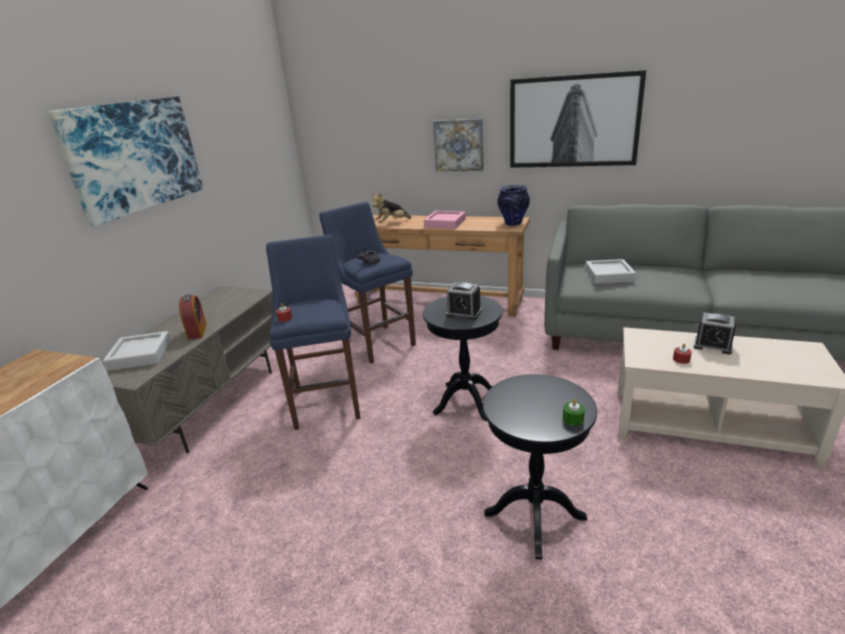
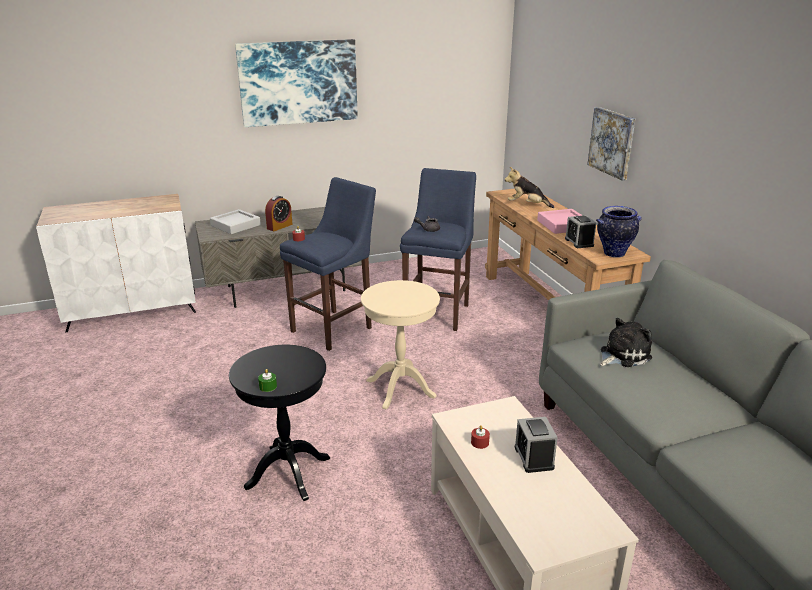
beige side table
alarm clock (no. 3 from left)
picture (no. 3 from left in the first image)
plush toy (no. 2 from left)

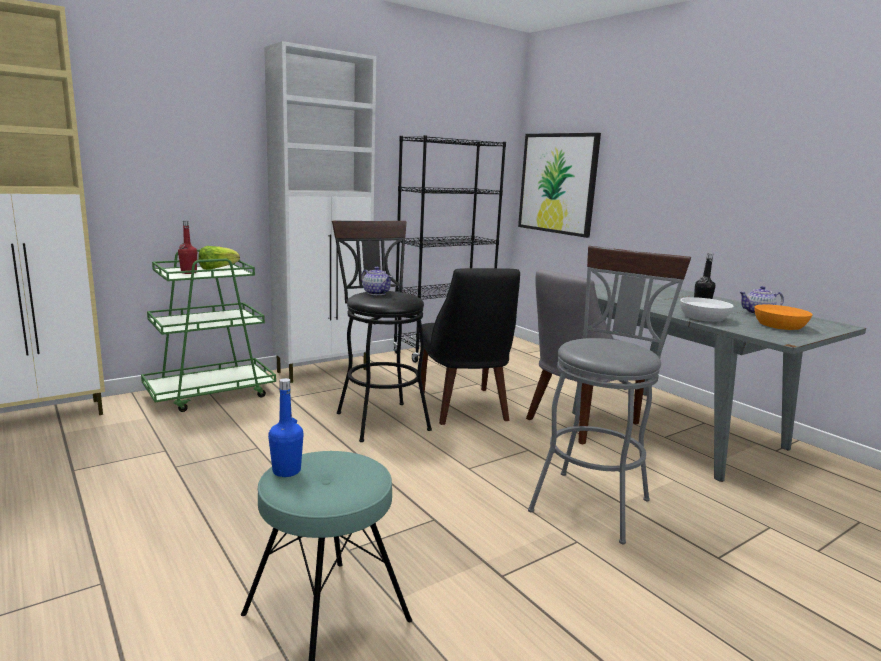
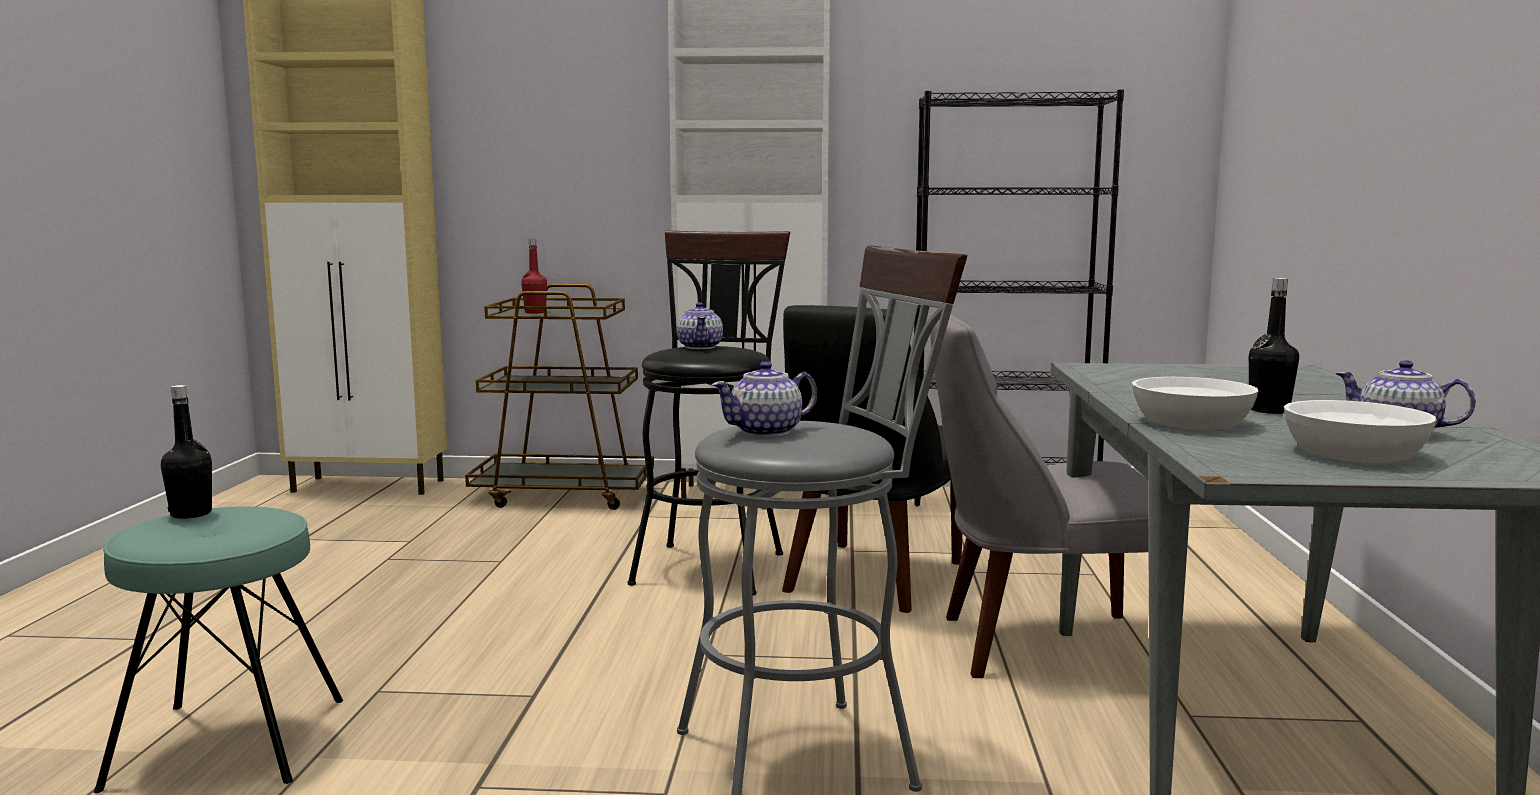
brown cart
lettuce
black bottle (no. 1 from left)
picture
white bowl (no. 2 from left)
teapot (no. 2 from left)

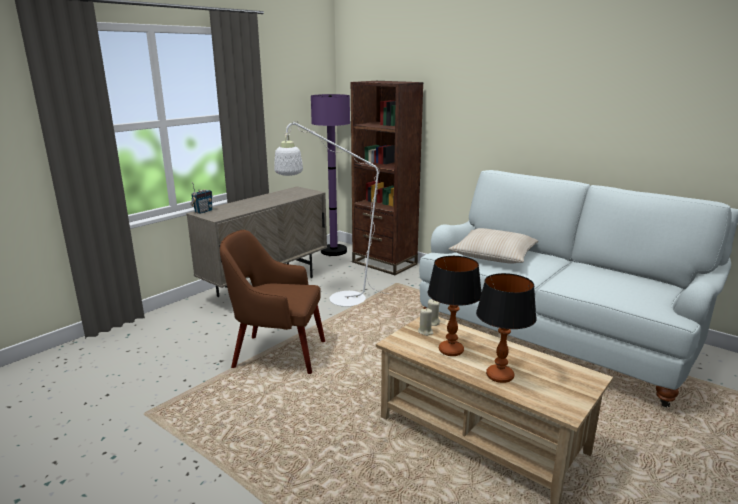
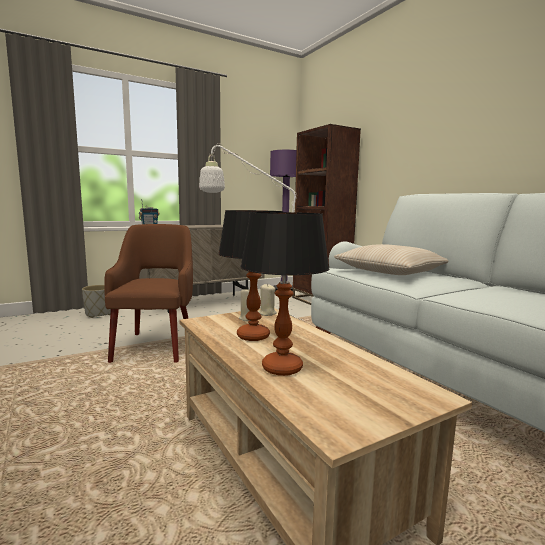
brown armchair
grey planter

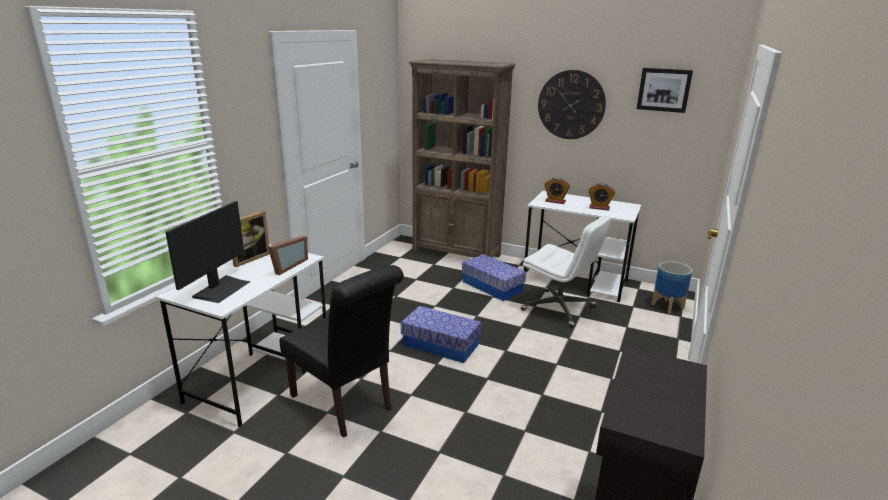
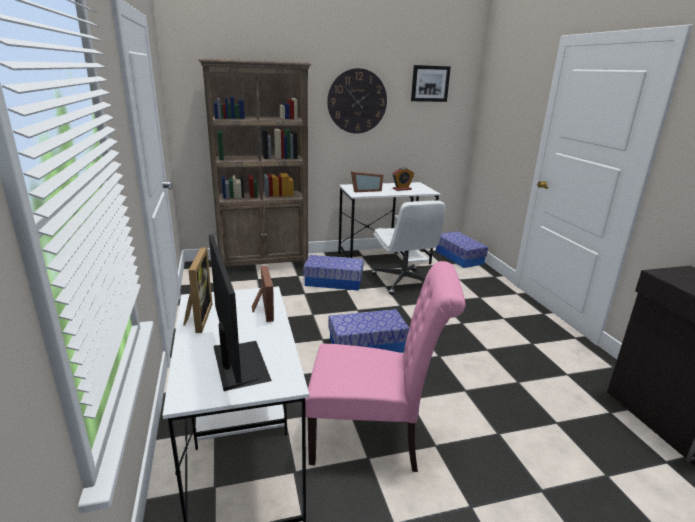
pink chair
white office chair
picture frame (no. 3 from left)
storage box (no. 3 from left)

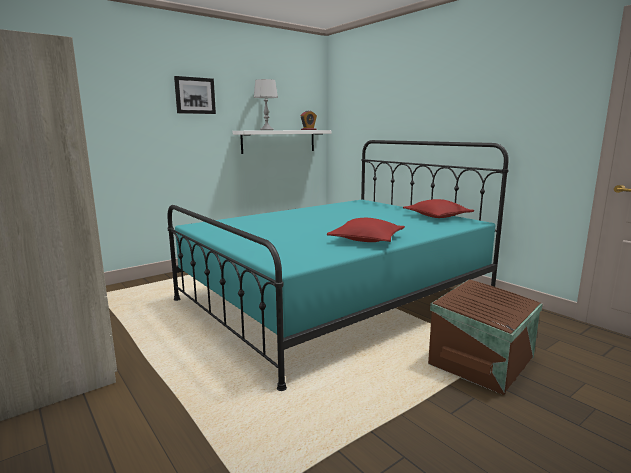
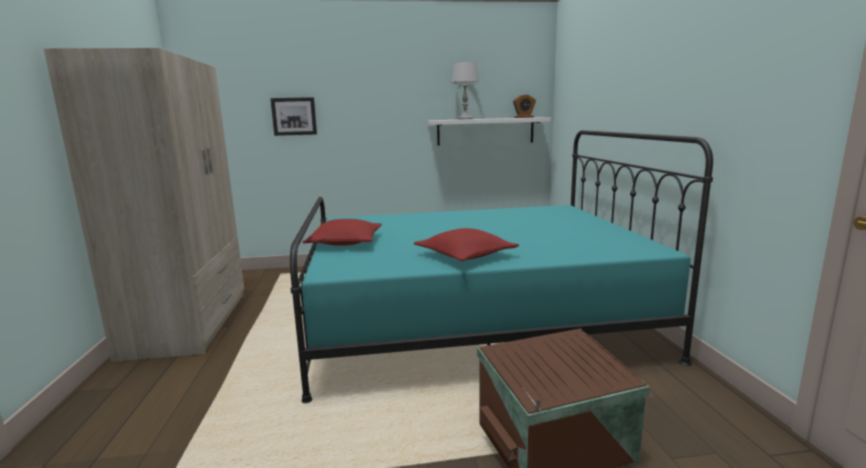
picture
red pillow (no. 1 from left)

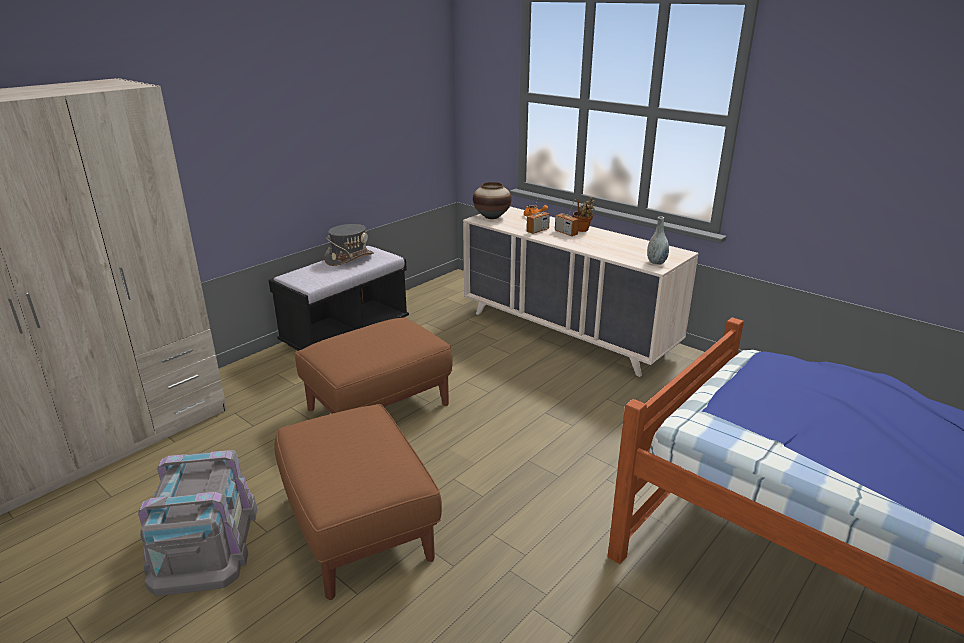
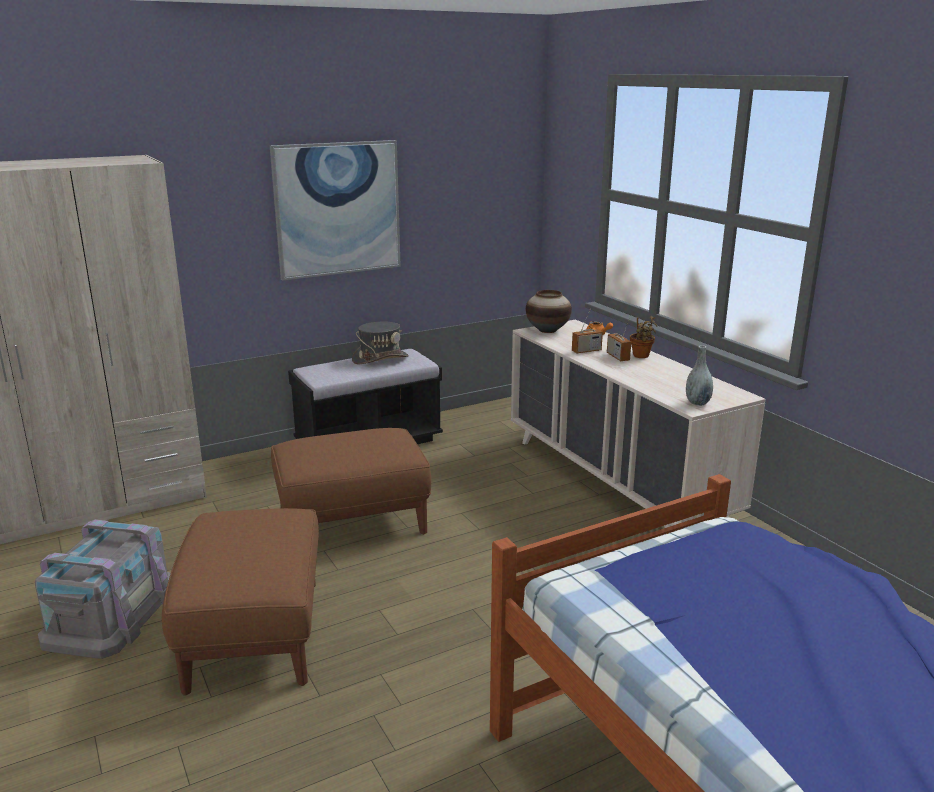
picture

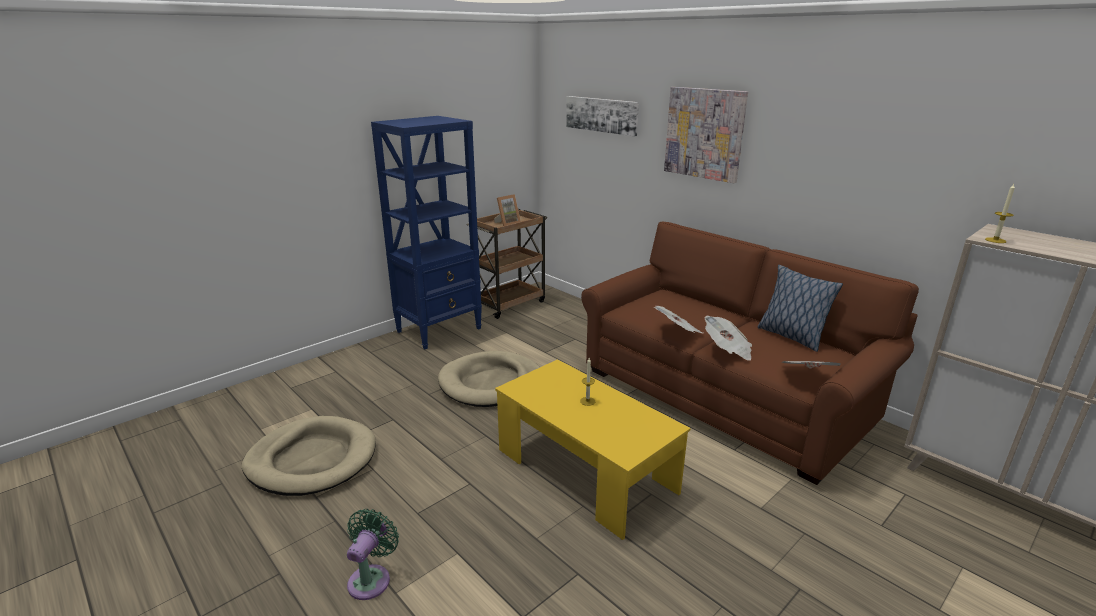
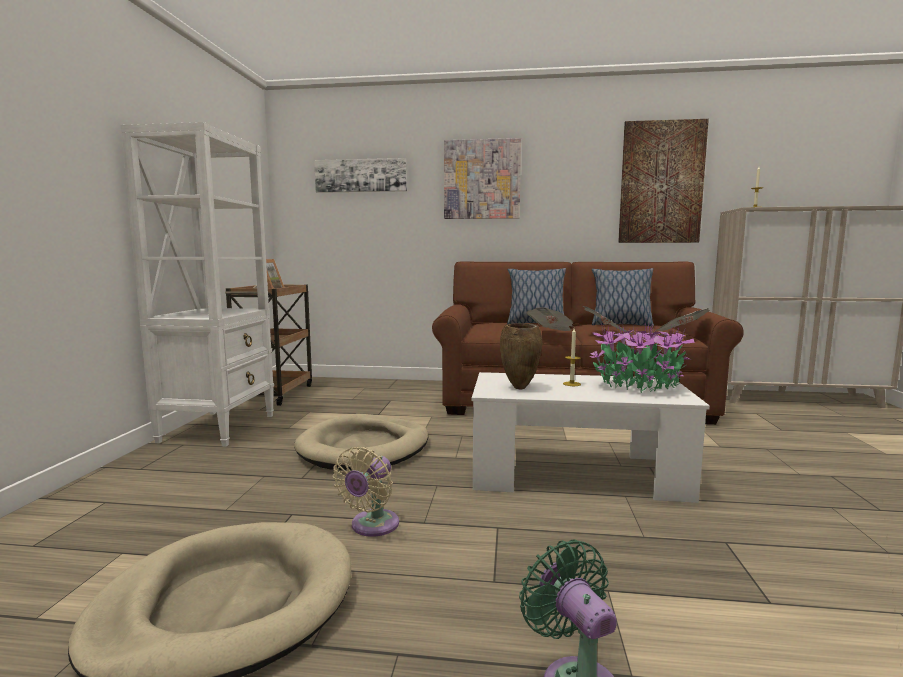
white bookcase
white coffee table
beige fan
brown vase
pillow (no. 1 from left)
potted plant
picture (no. 3 from left)

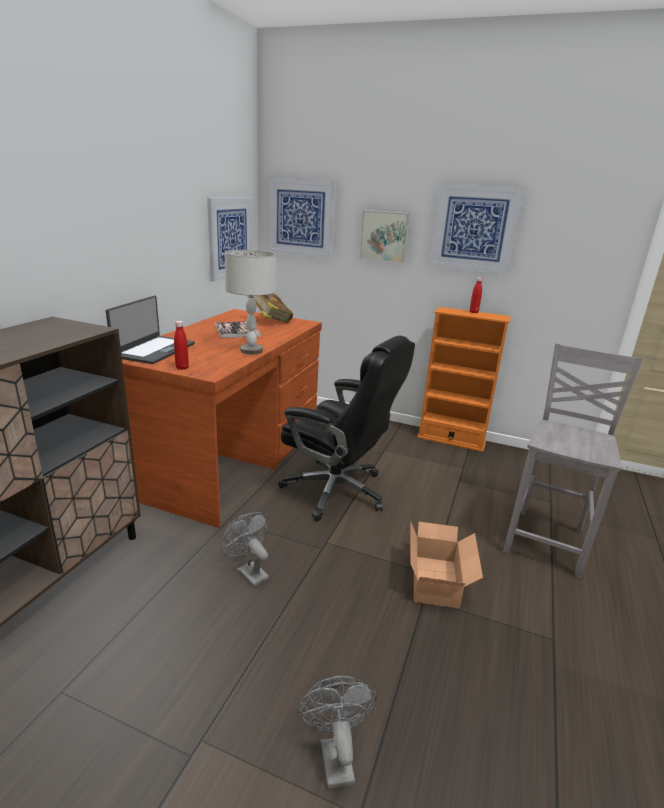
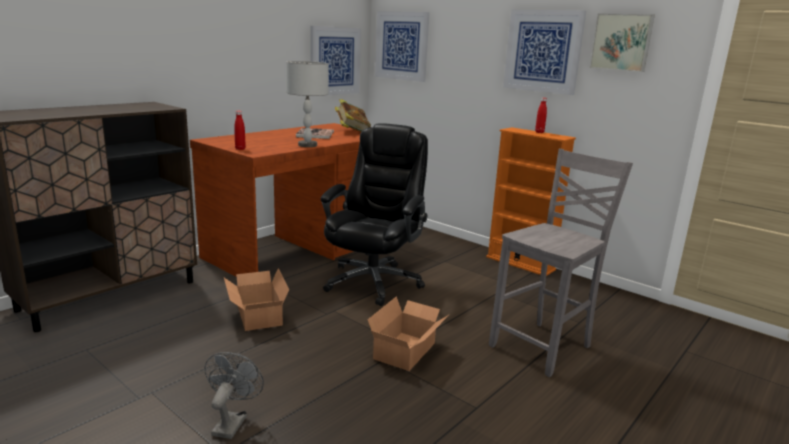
laptop
cardboard box (no. 1 from left)
black office chair
picture (no. 4 from left)

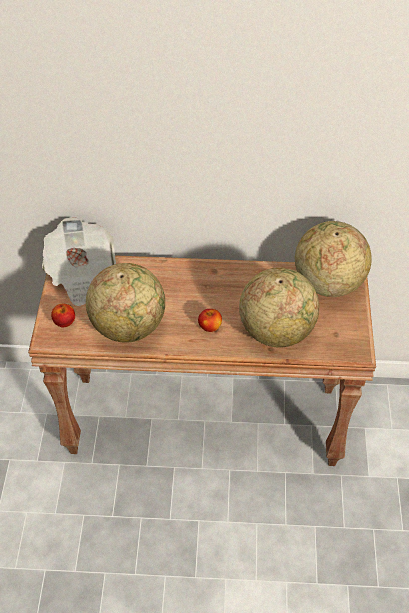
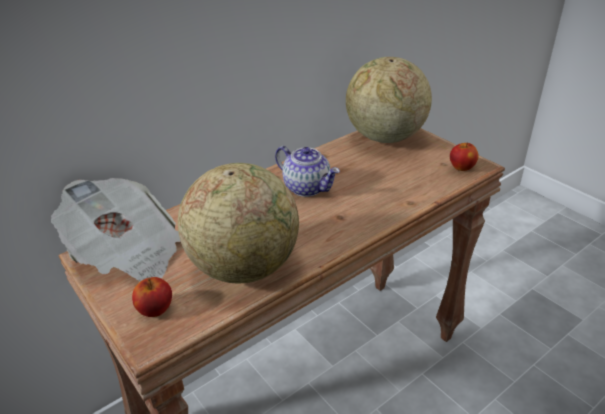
apple (no. 2 from left)
globe (no. 2 from left in the first image)
teapot

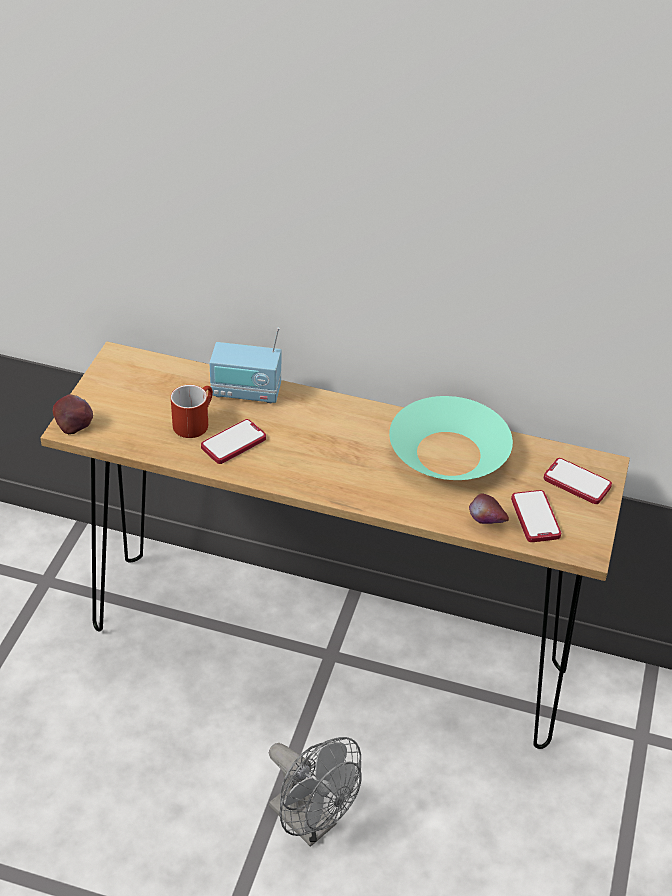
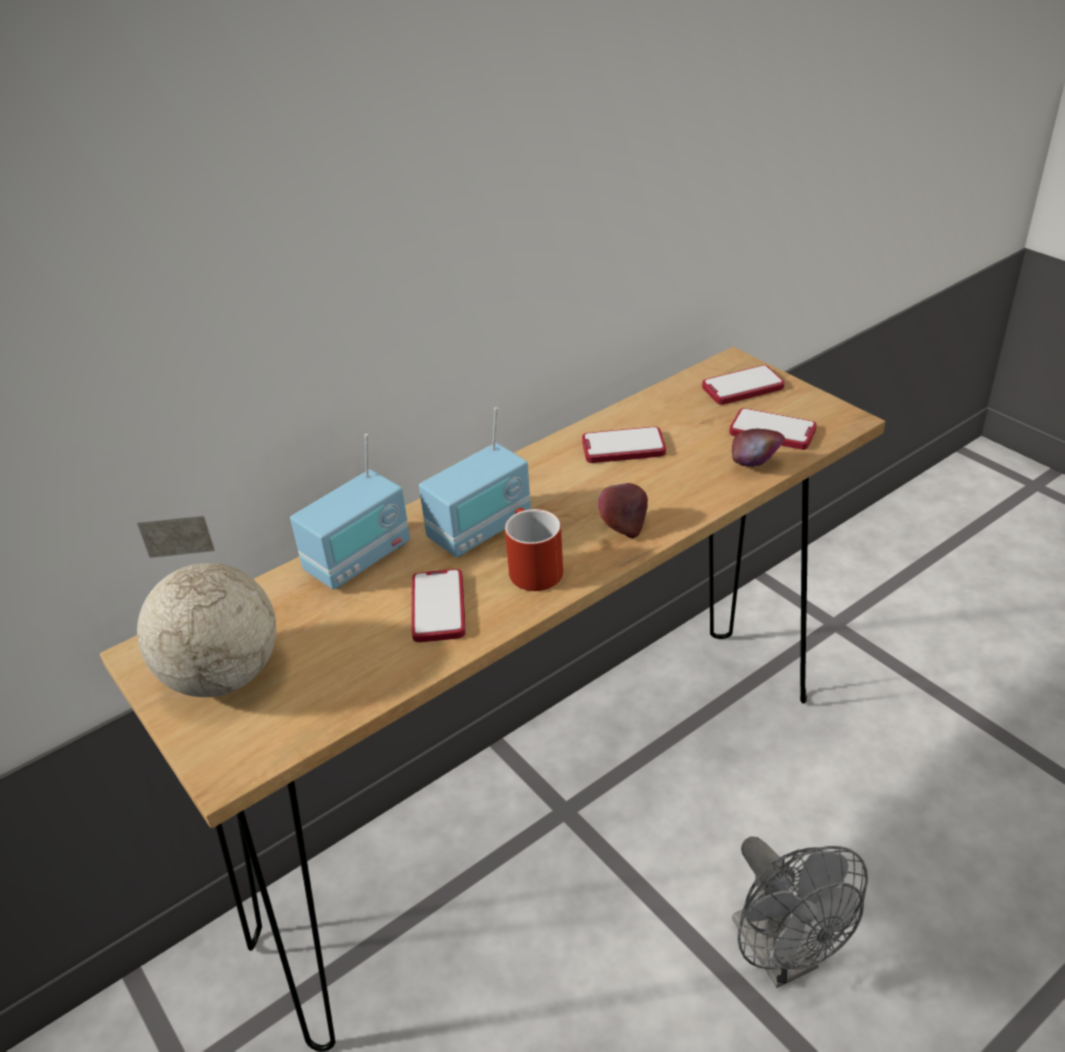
apple (no. 1 from left)
red mug
grey fan
phone (no. 2 from left)
globe
radio (no. 2 from left)

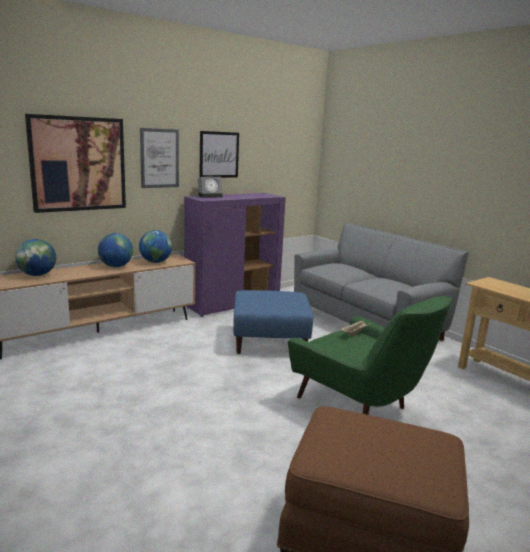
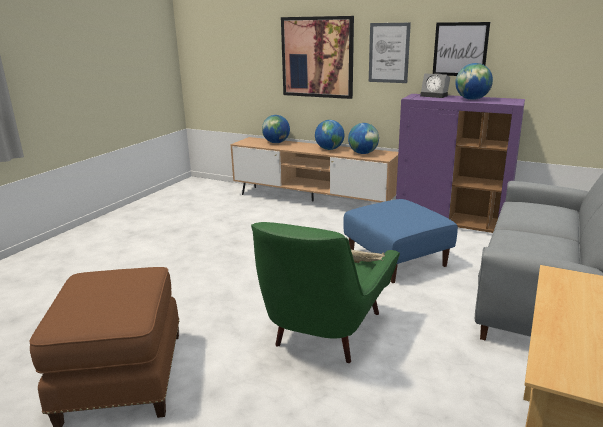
globe (no. 4 from left)

